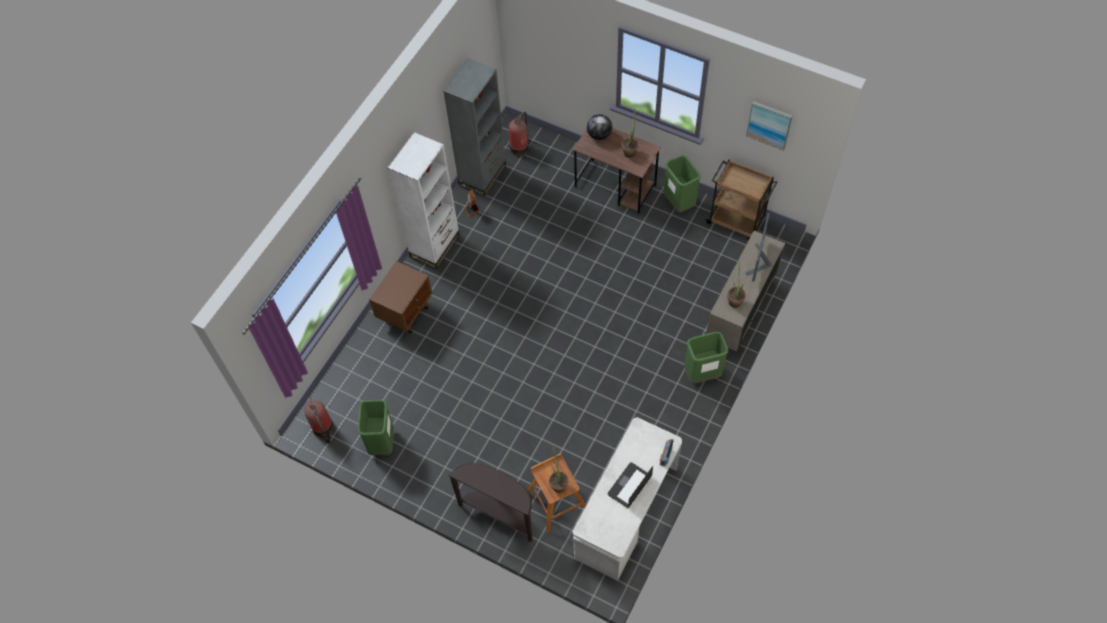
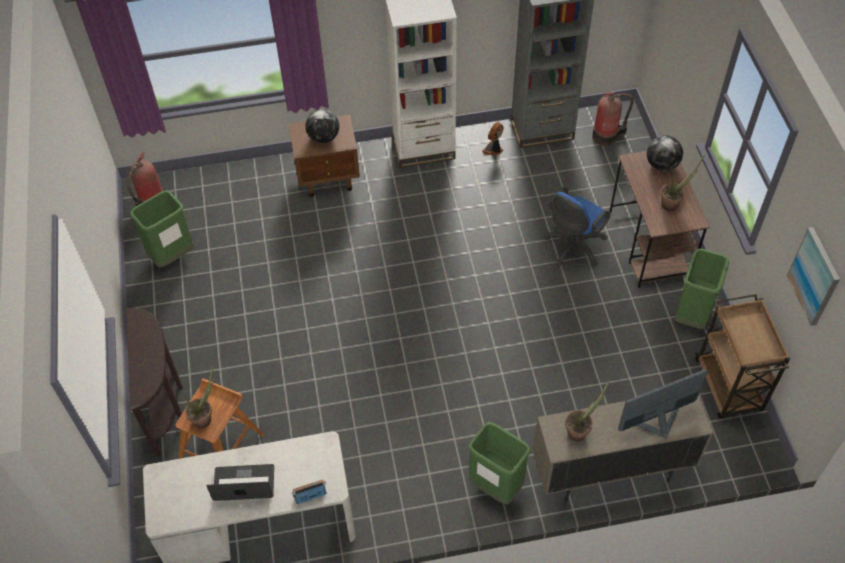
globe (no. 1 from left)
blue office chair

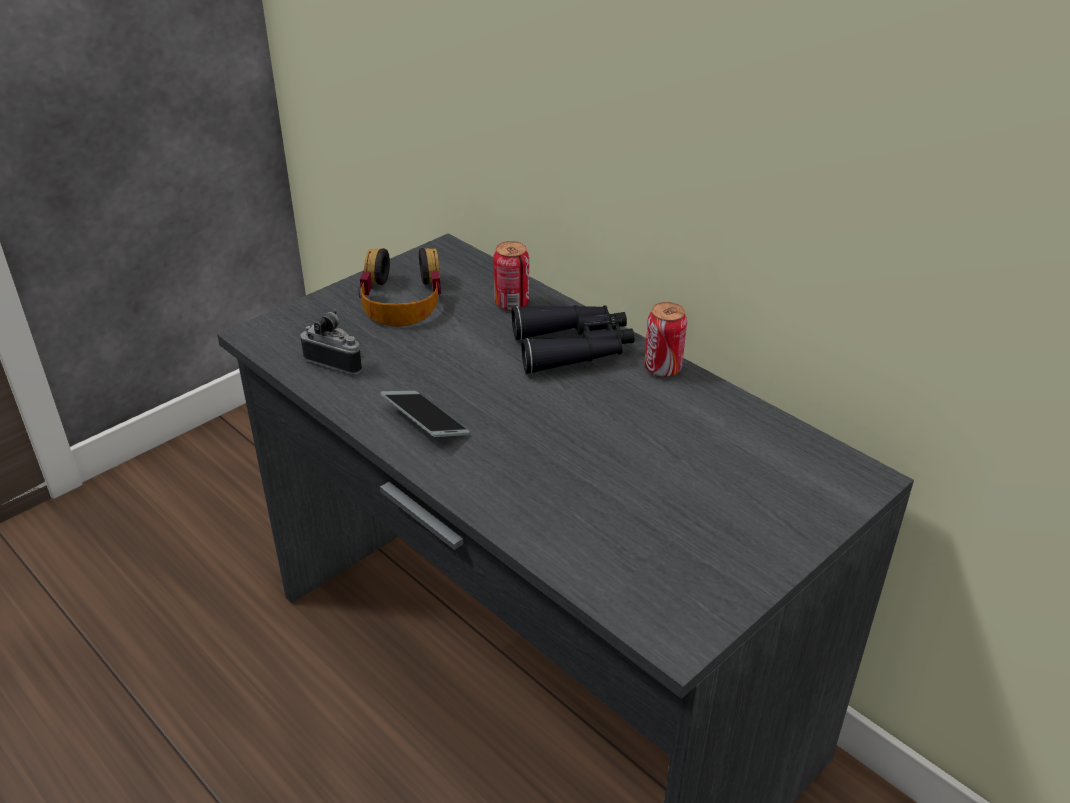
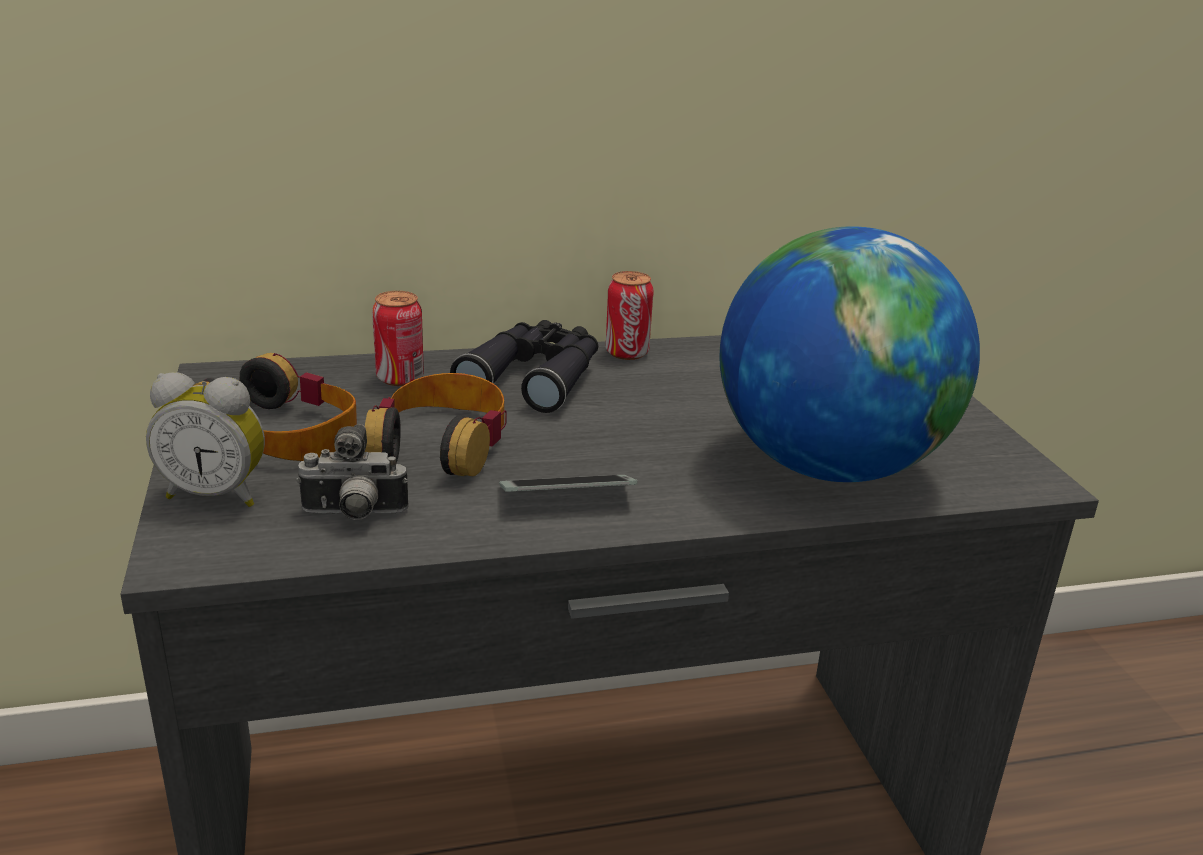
photo camera
alarm clock
headphones (no. 2 from left)
globe

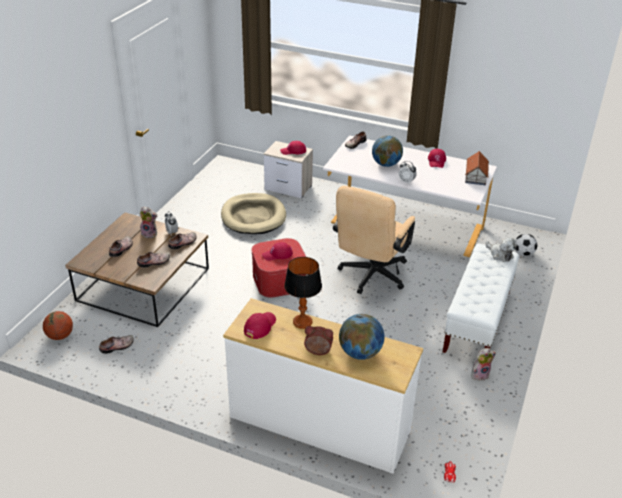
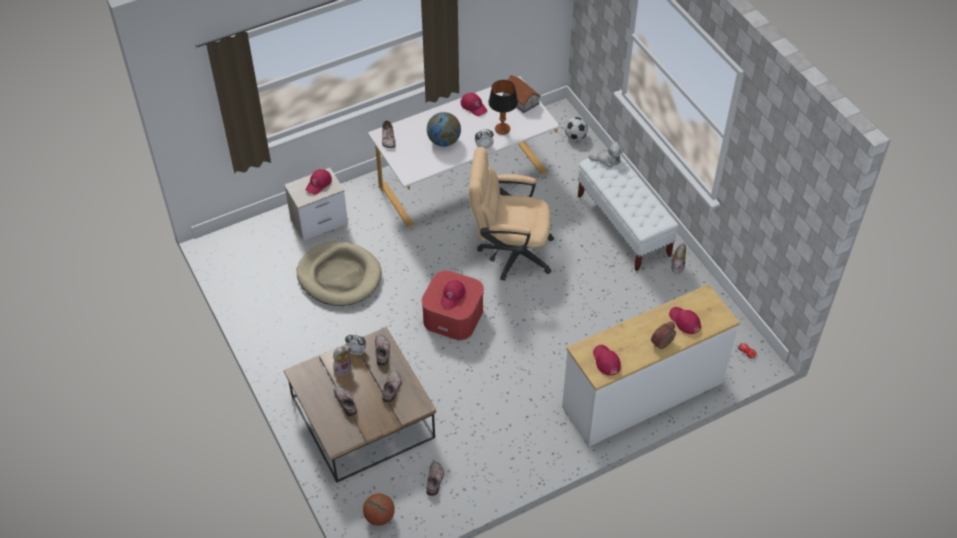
table lamp
beige office chair
red cap (no. 5 from left)

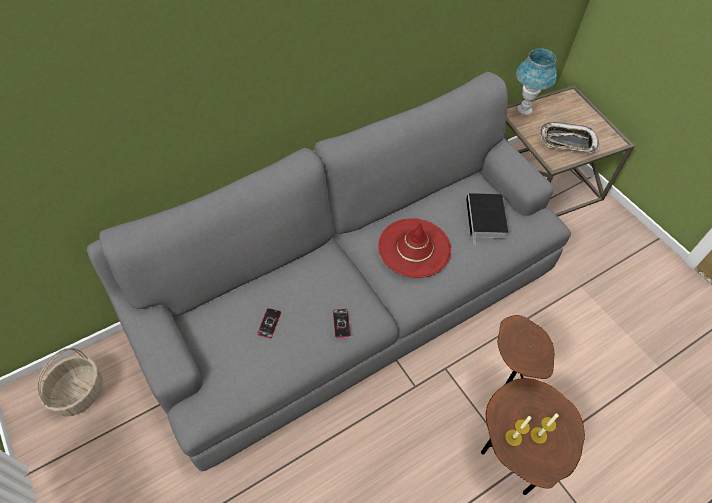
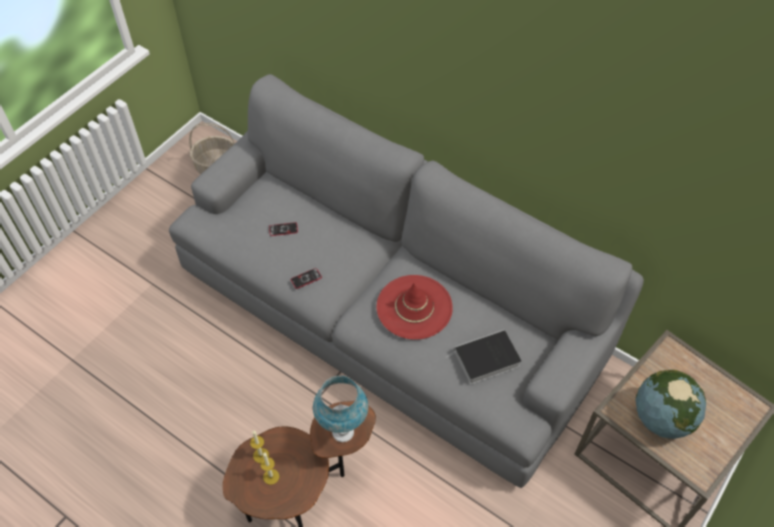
blue table lamp
globe

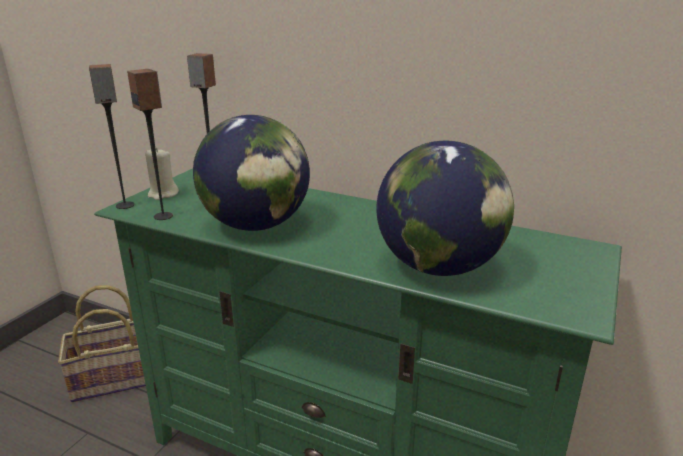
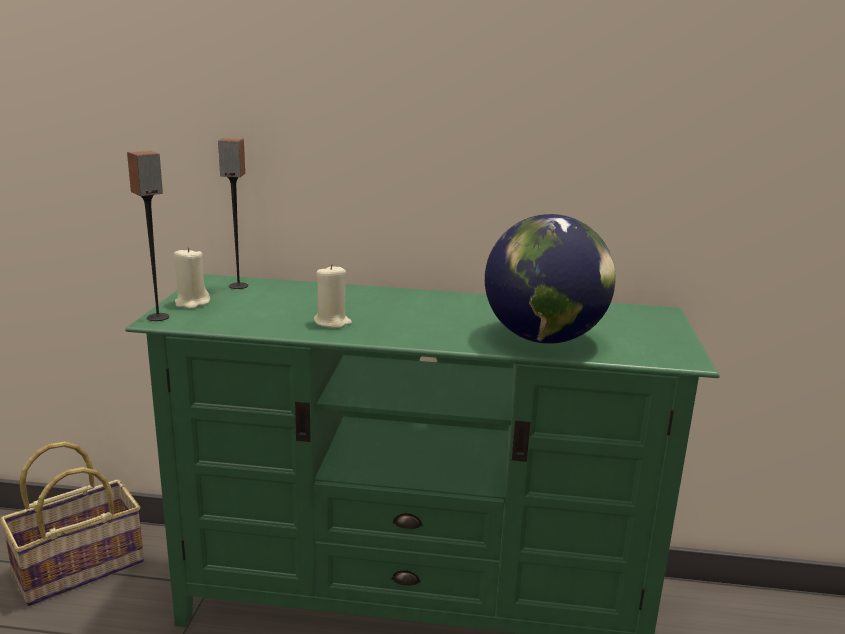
speaker (no. 2 from left in the first image)
beige candle (no. 2 from left)

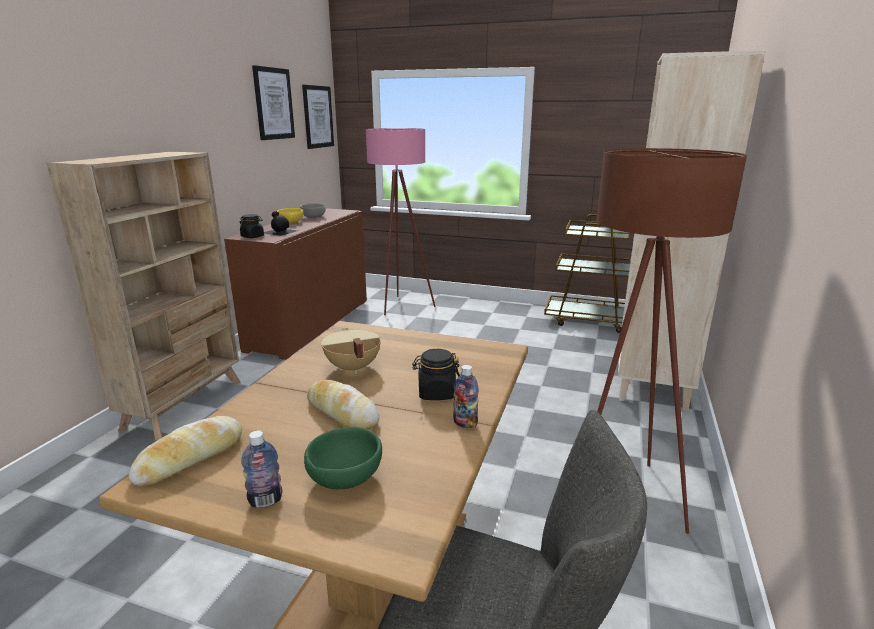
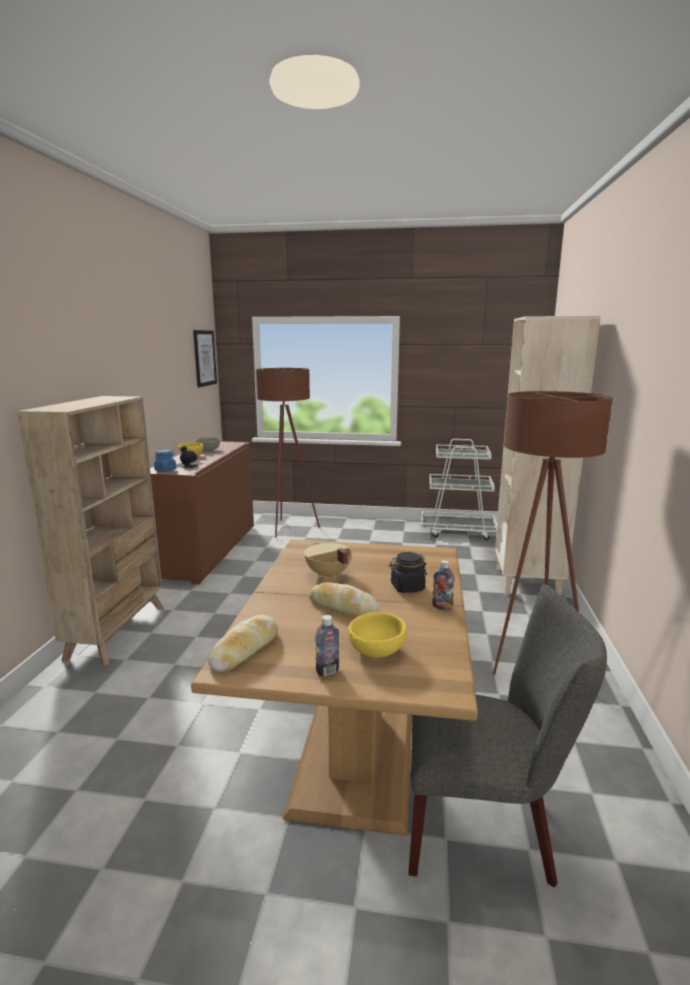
blue jar
picture (no. 1 from left in the first image)
yellow bowl (no. 2 from left)
brown floor lamp (no. 1 from left)
white cart

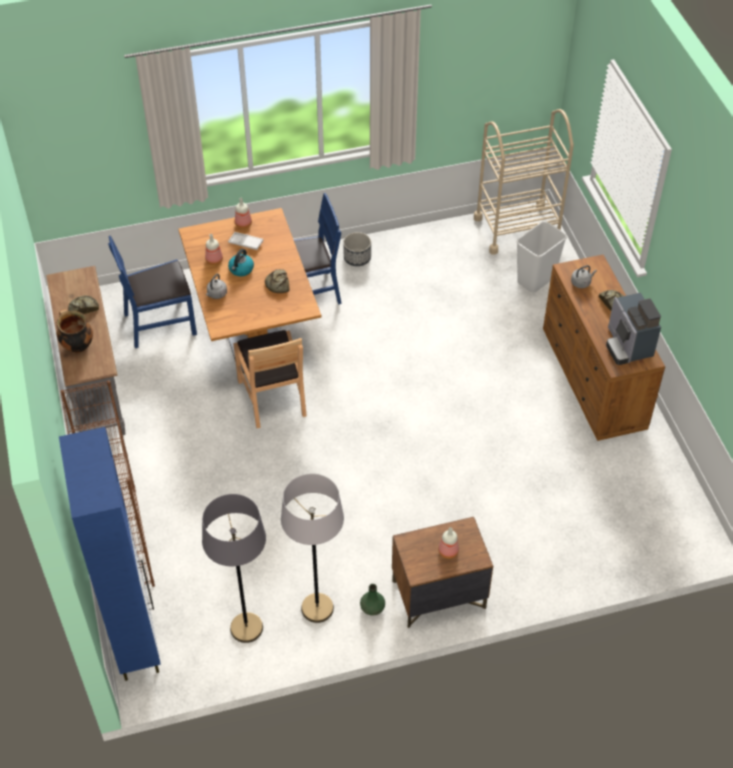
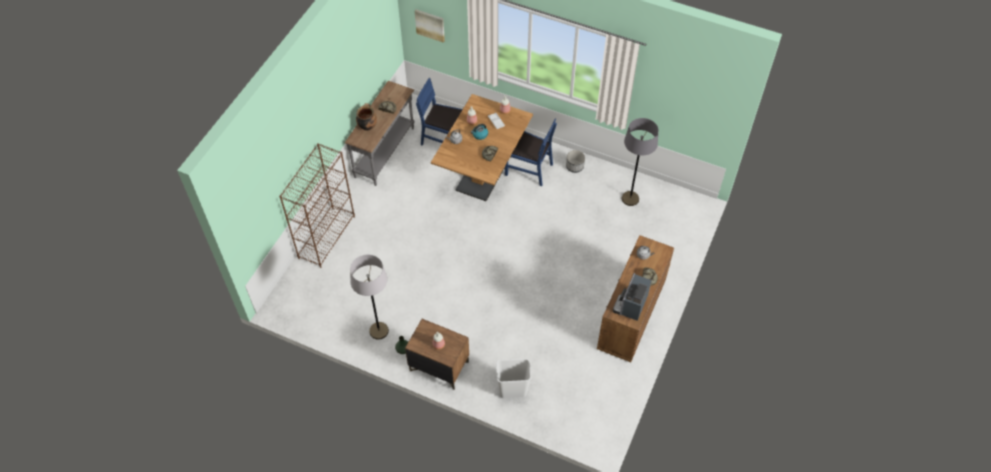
blue cabinet
grey floor lamp (no. 2 from left)
brown chair
beige cart
white trash can
picture

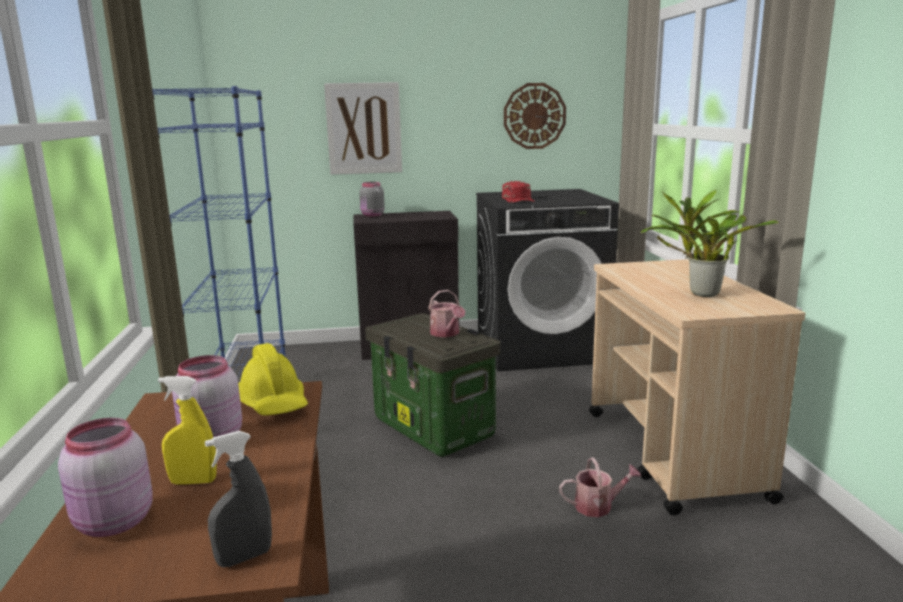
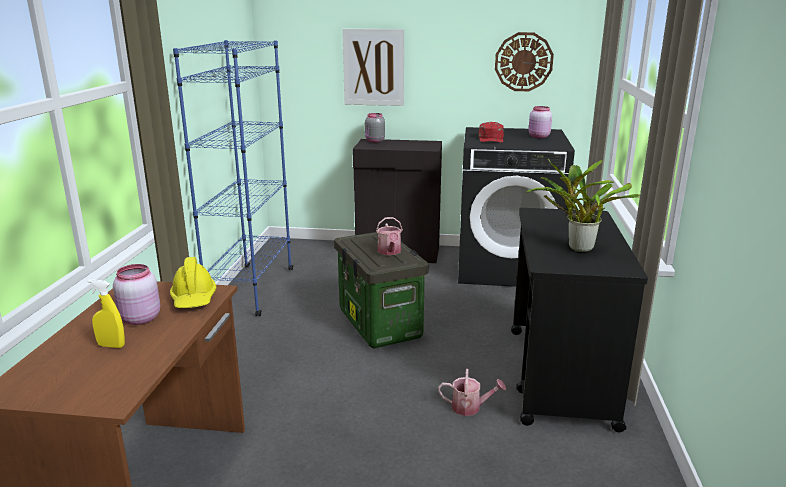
pink jar (no. 2 from left)
grey spray bottle
black cart

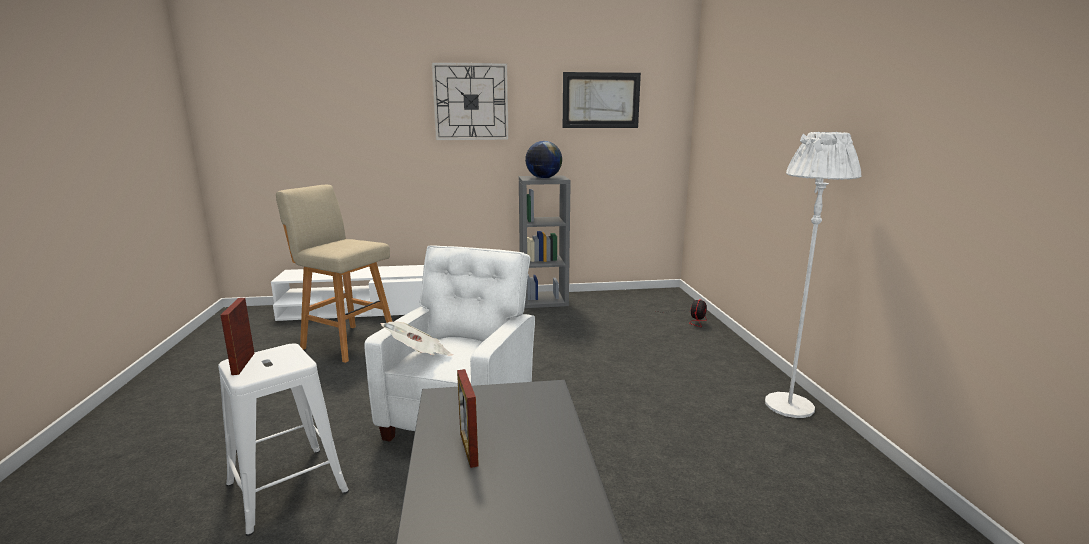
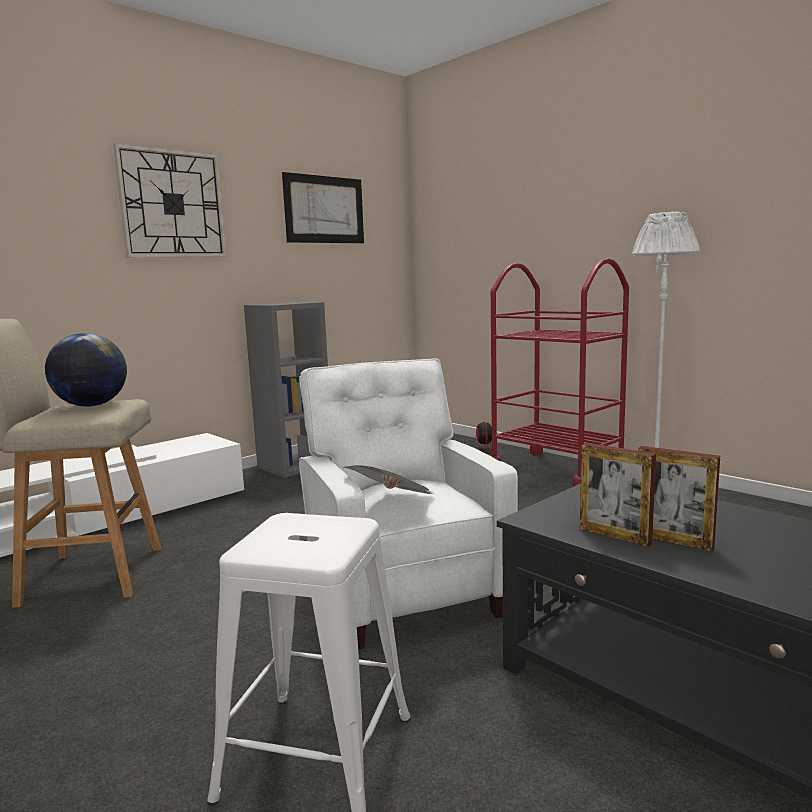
picture frame (no. 1 from left)
globe
red cart

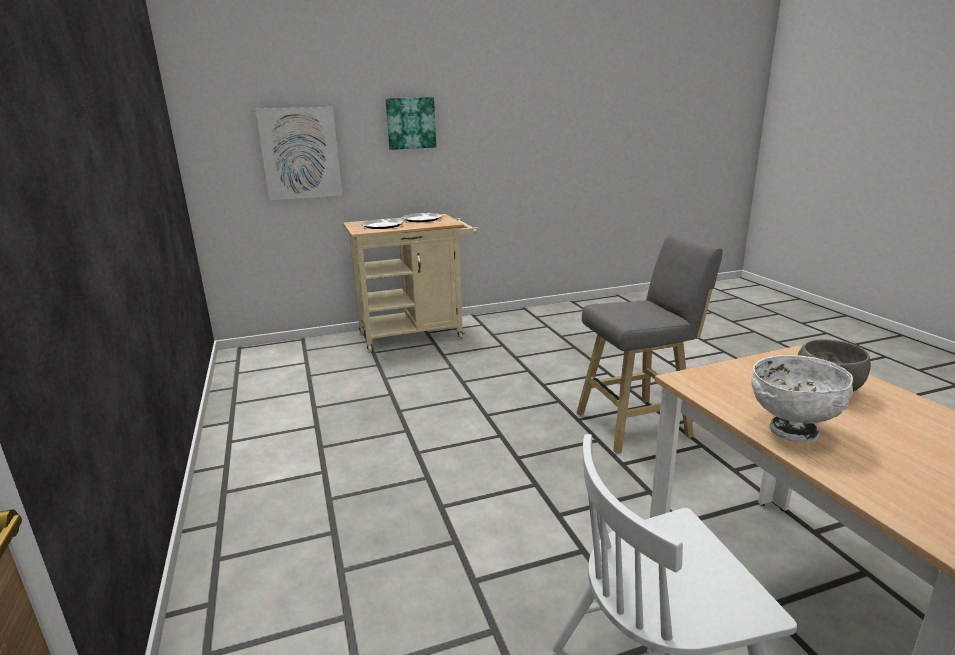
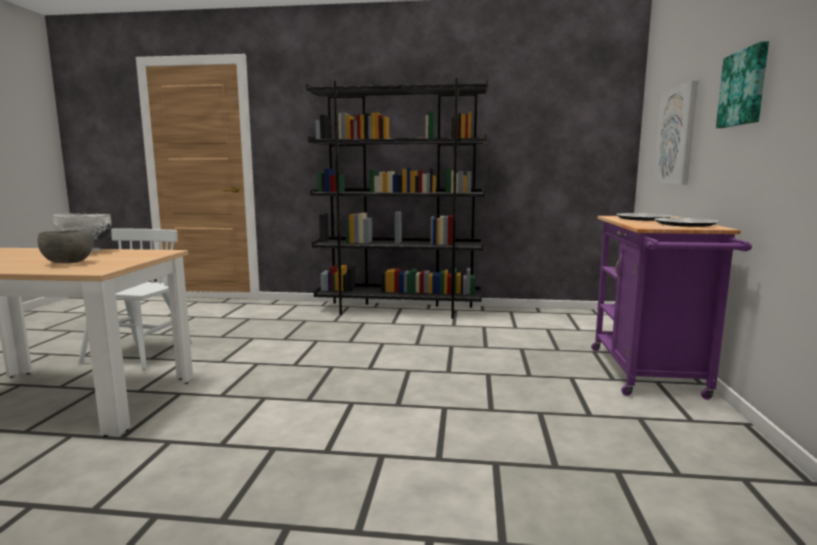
purple cart
grey stool
black bookcase

